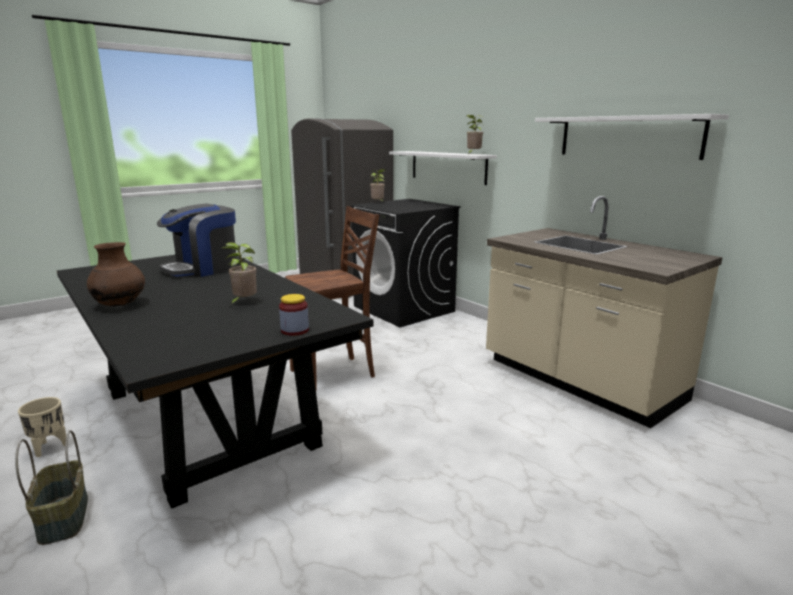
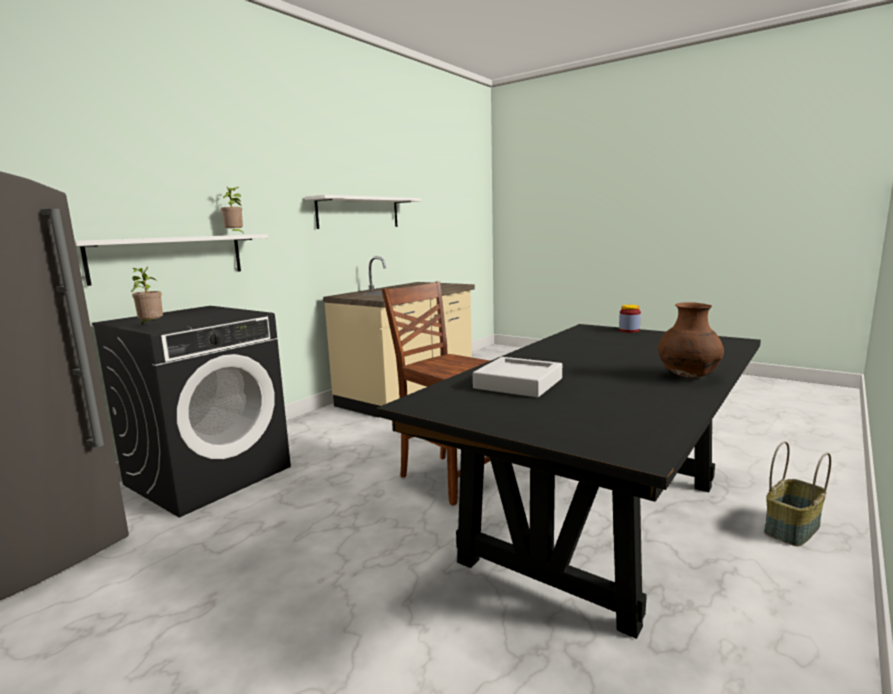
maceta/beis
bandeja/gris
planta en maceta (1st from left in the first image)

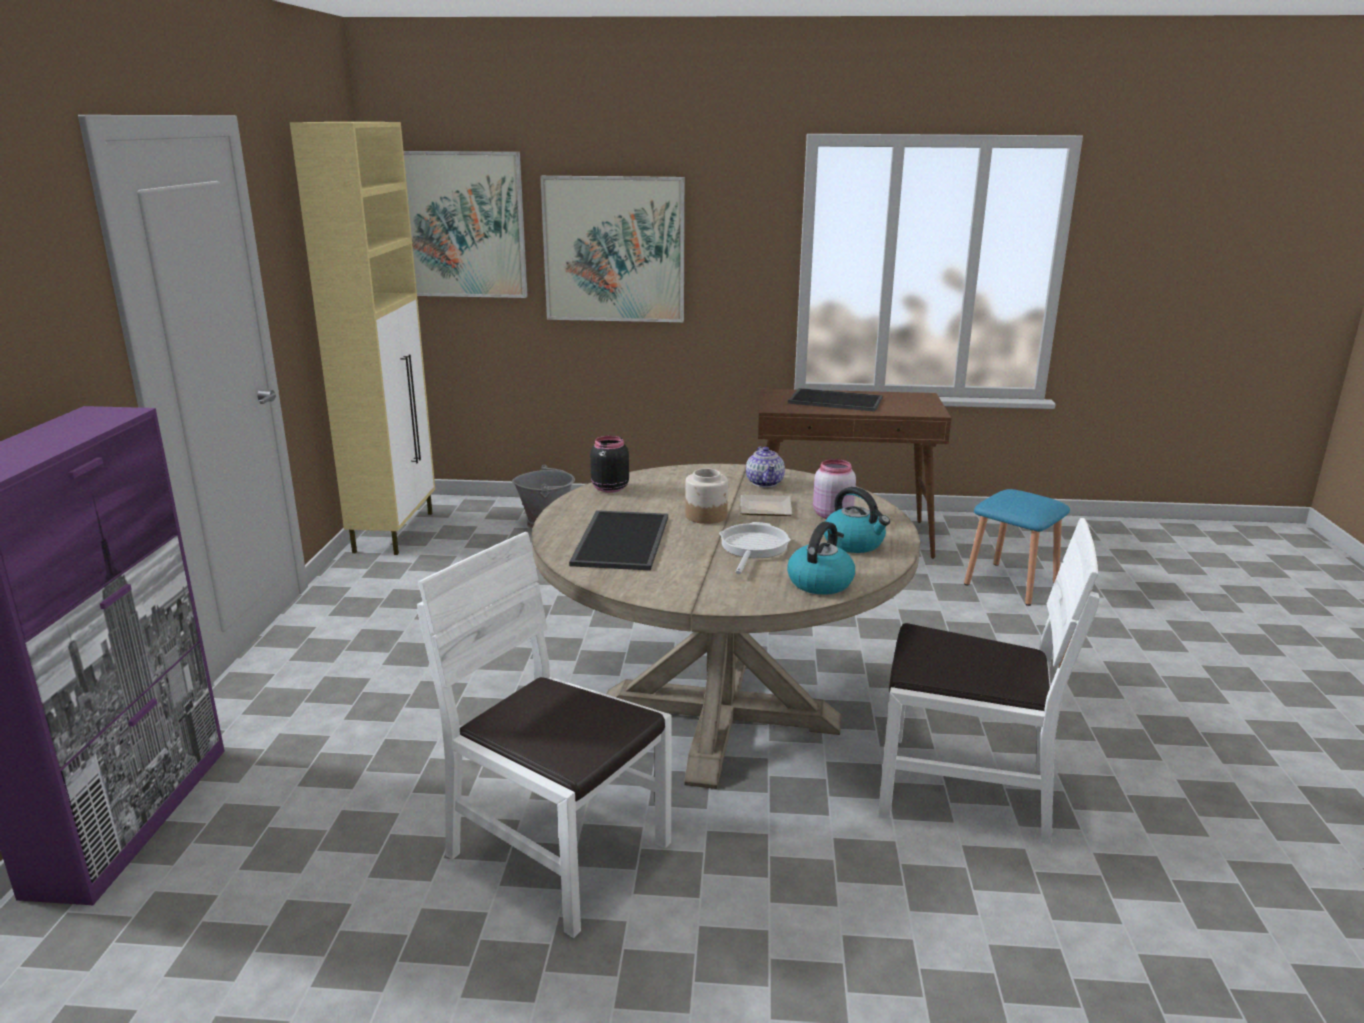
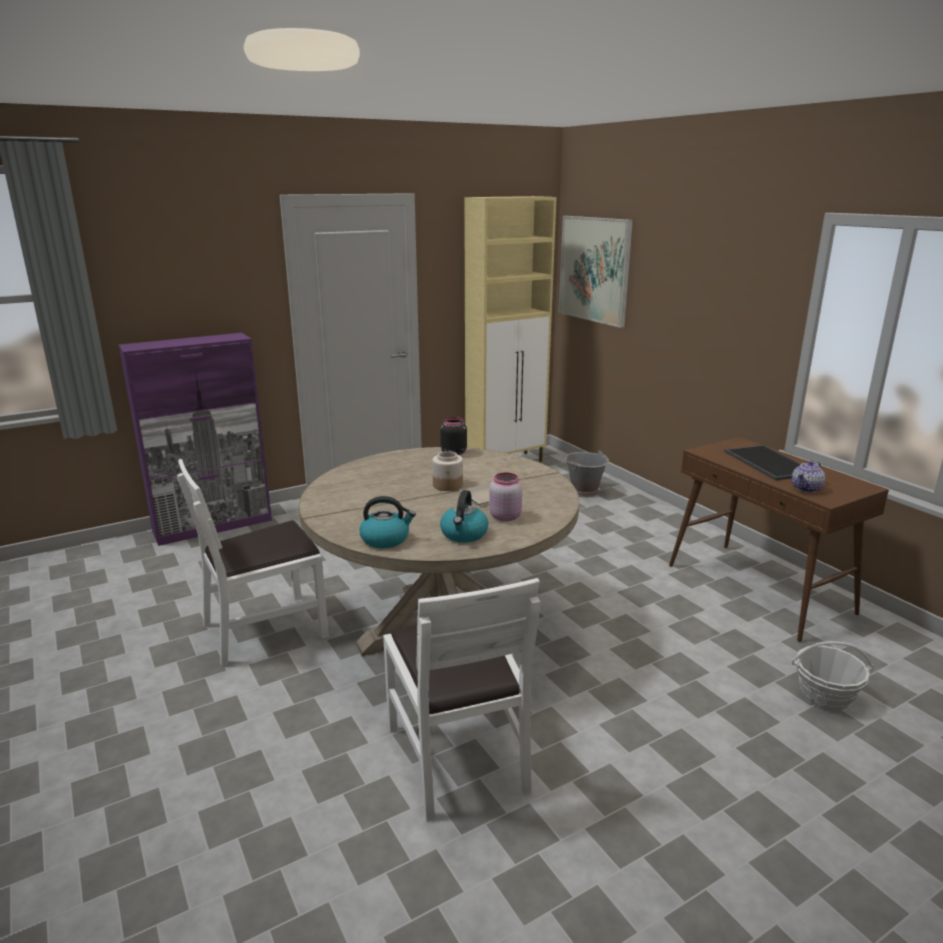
silla/blanco (1st from left)
cuadro (2nd from left in the first image)
bandeja (1st from left in the first image)
sartén
tetera
cesta

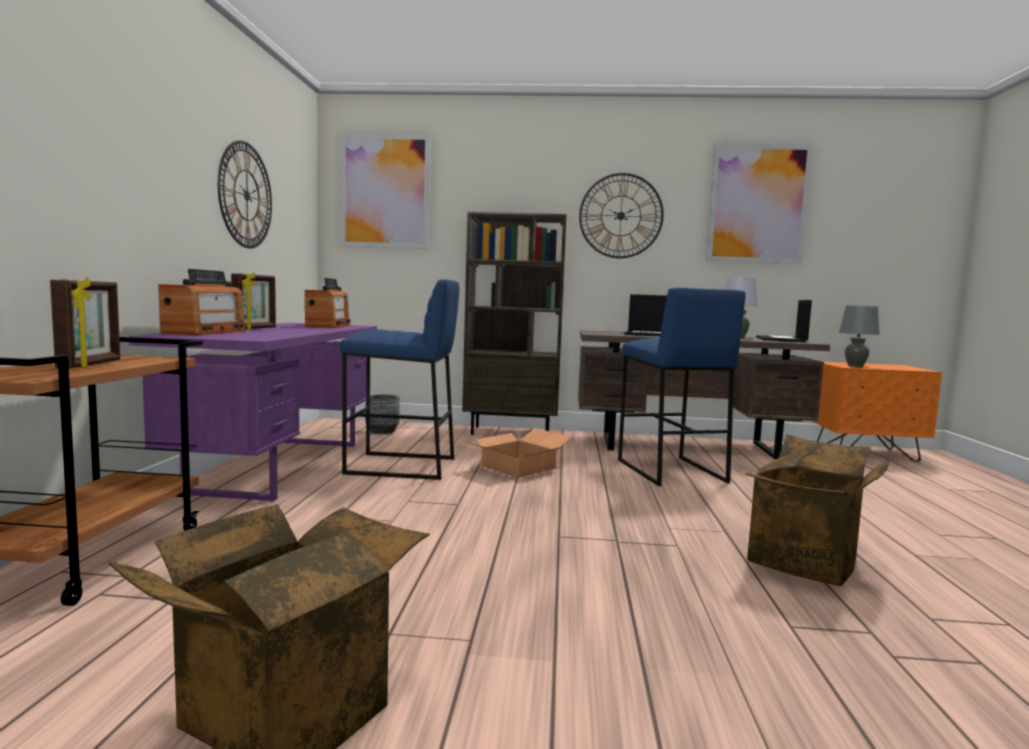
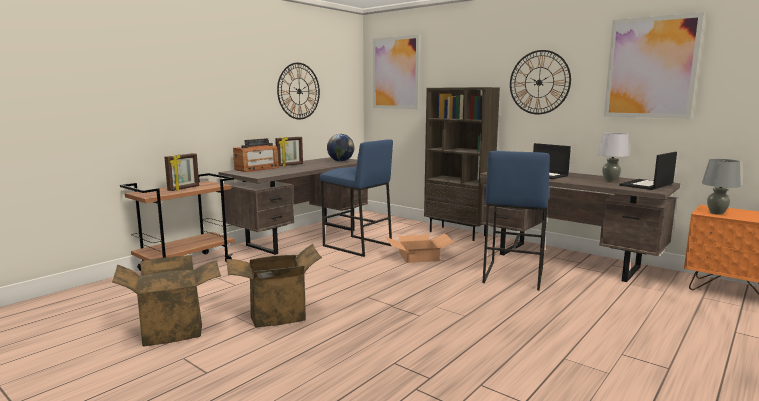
escritorio/marrón (1st from left)
globo terráqueo
maceta/gris
caja de cartón (2nd from left)

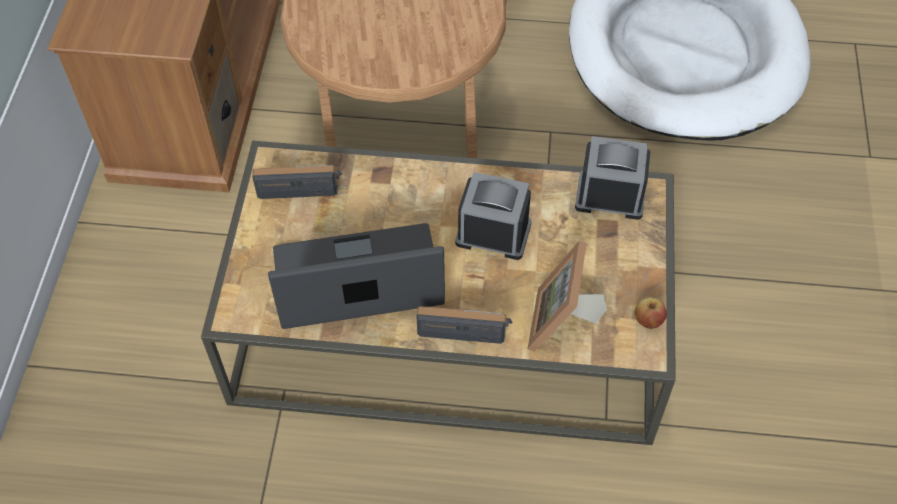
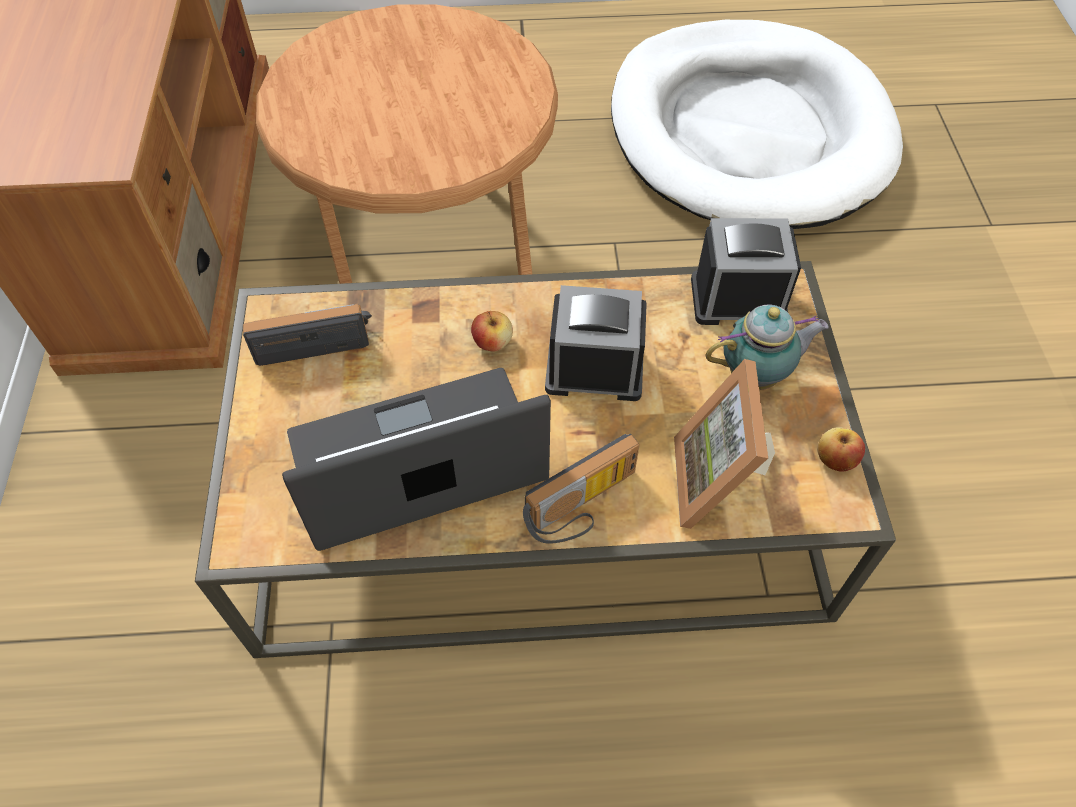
radio (2nd from left)
manzana (1st from left)
tetera

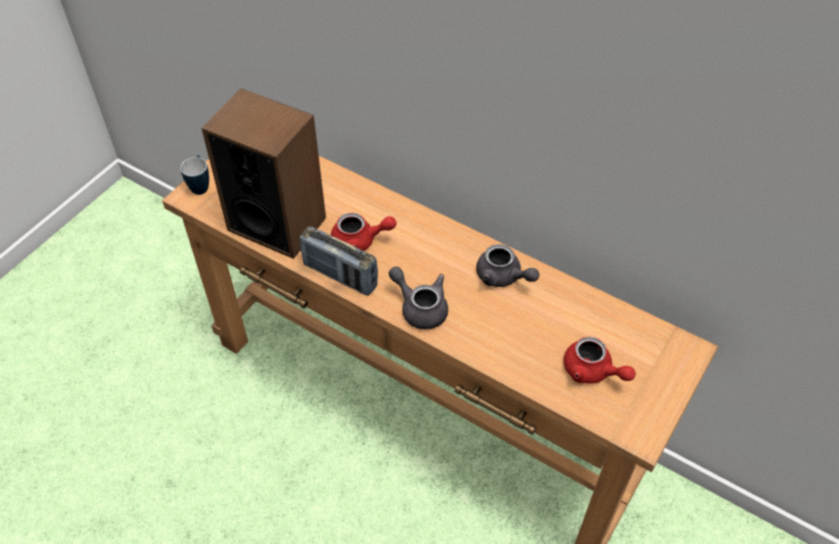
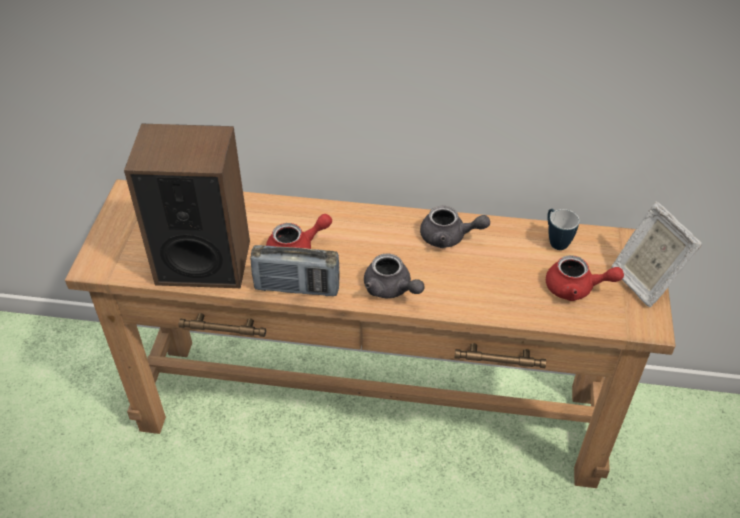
taza grande
tetera/gris (1st from left)
portarretratos

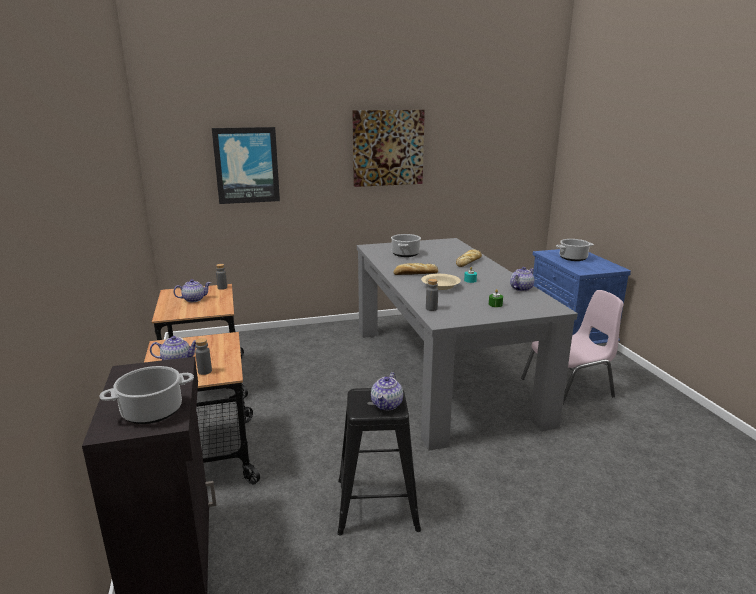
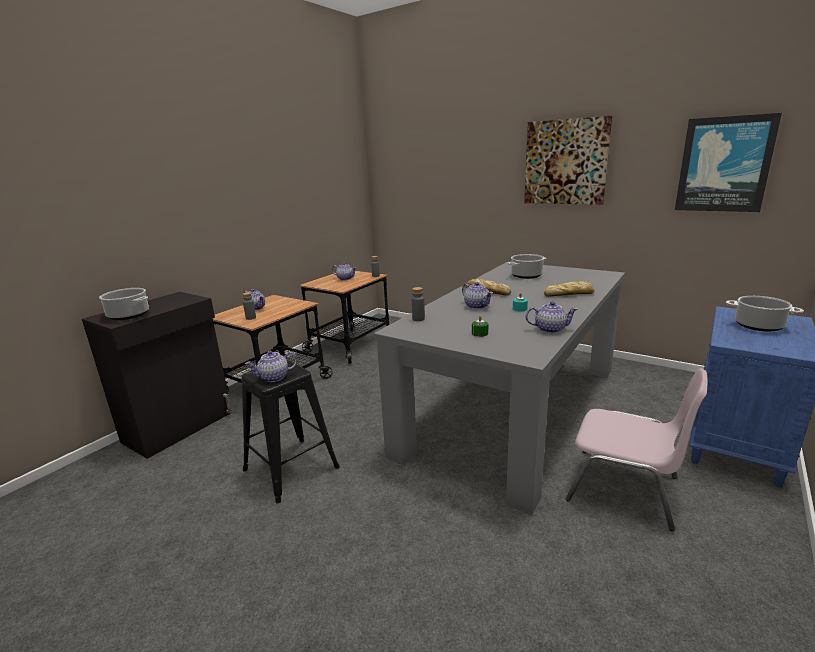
cuadro (2nd from left)
tetera (4th from left)

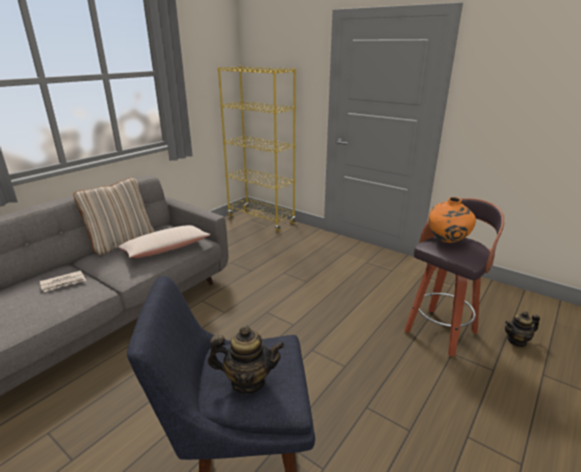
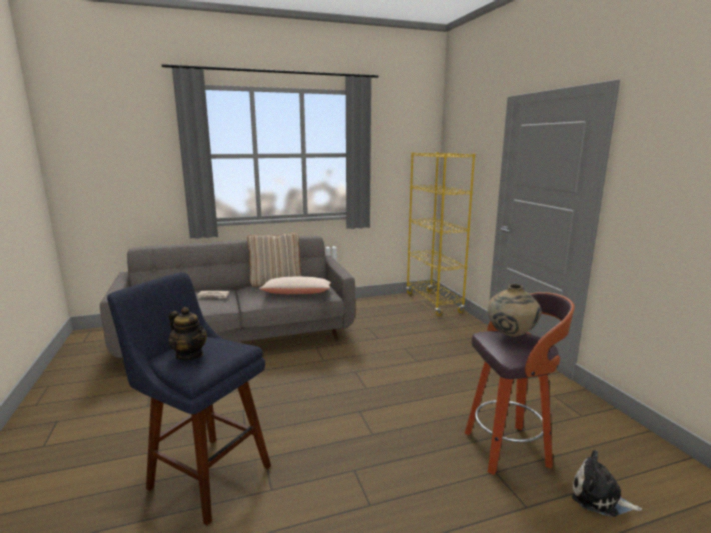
florero/beis
peluche

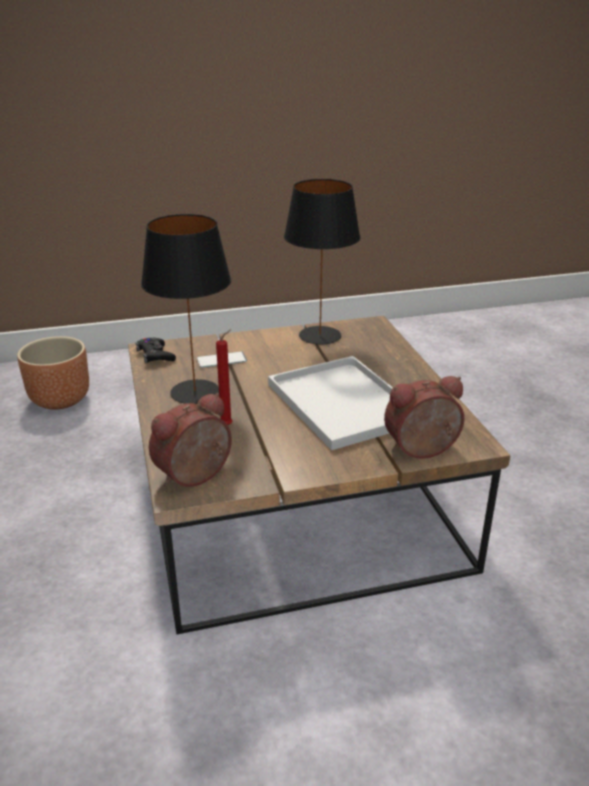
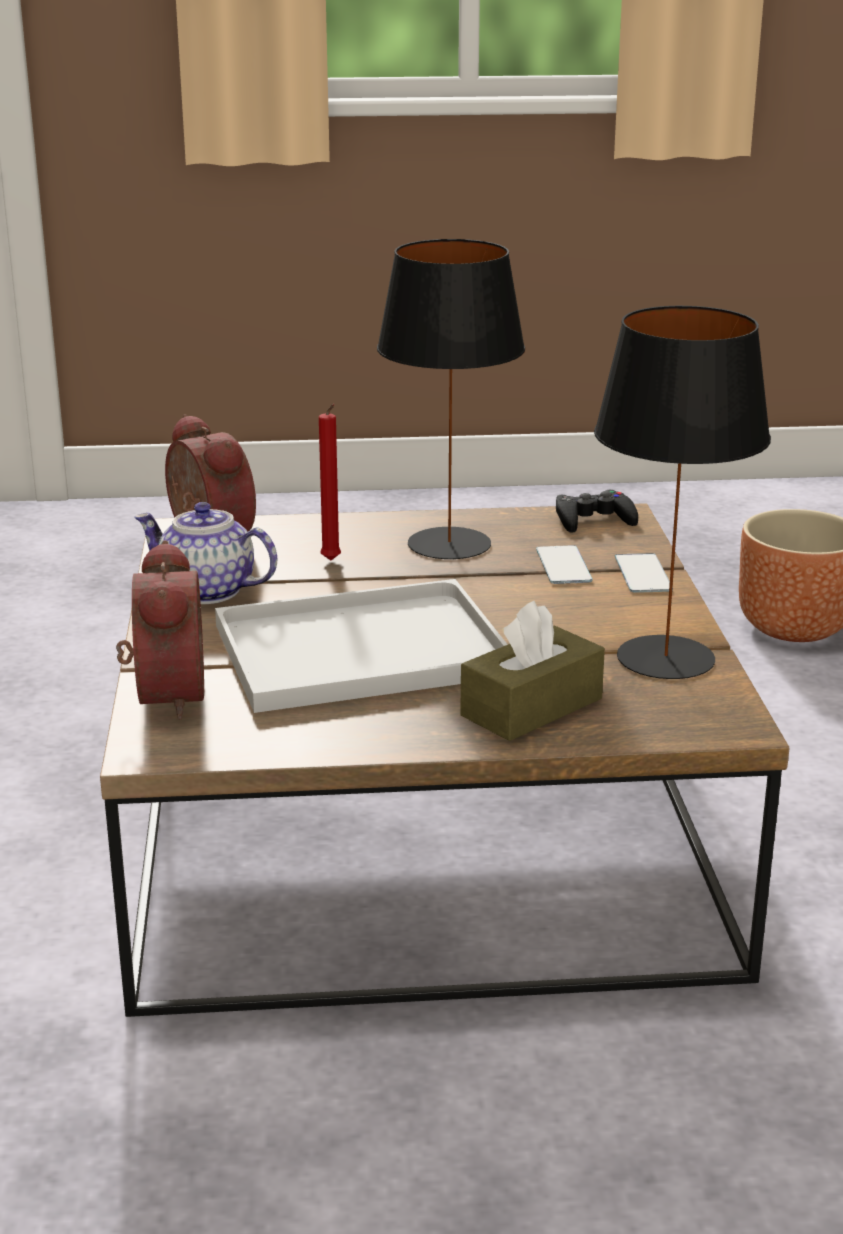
tetera
caja de pañuelos/marrón
móvil (2nd from left)

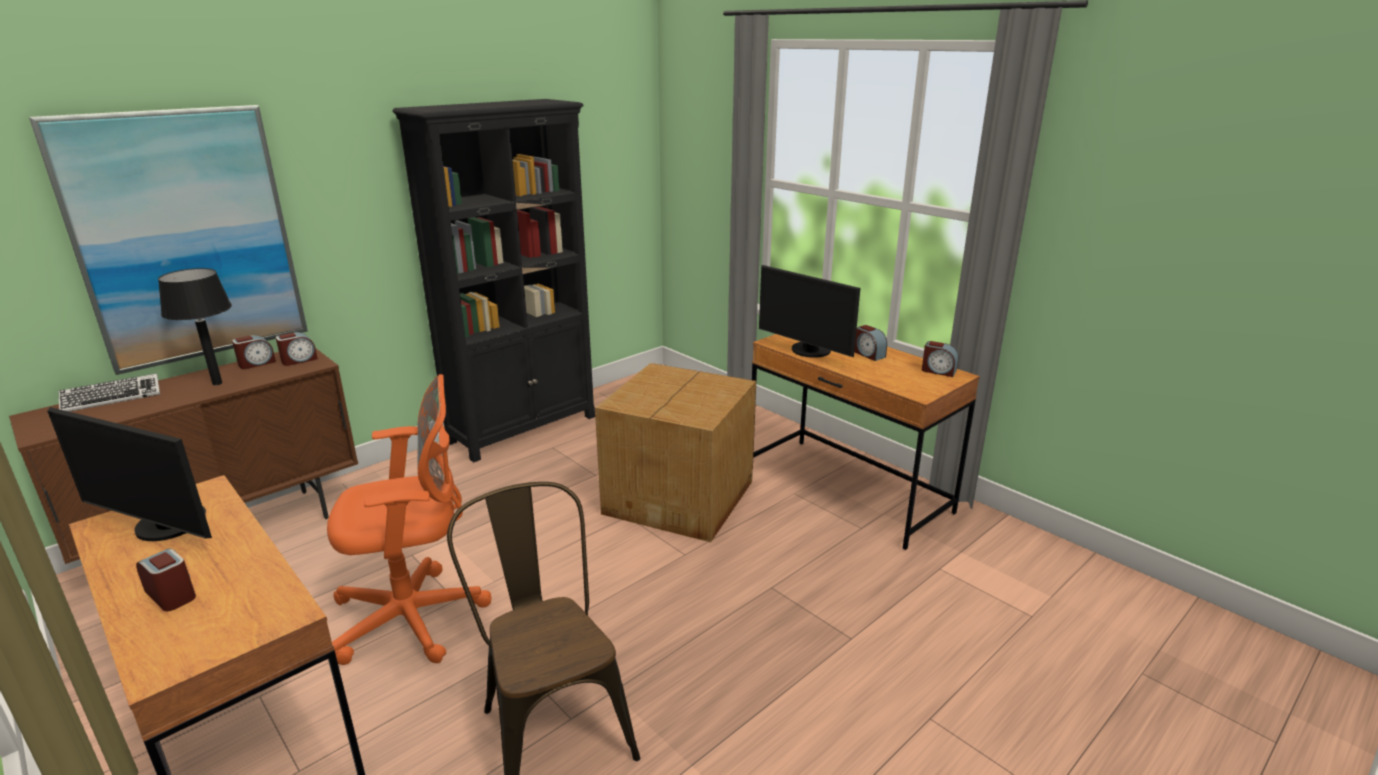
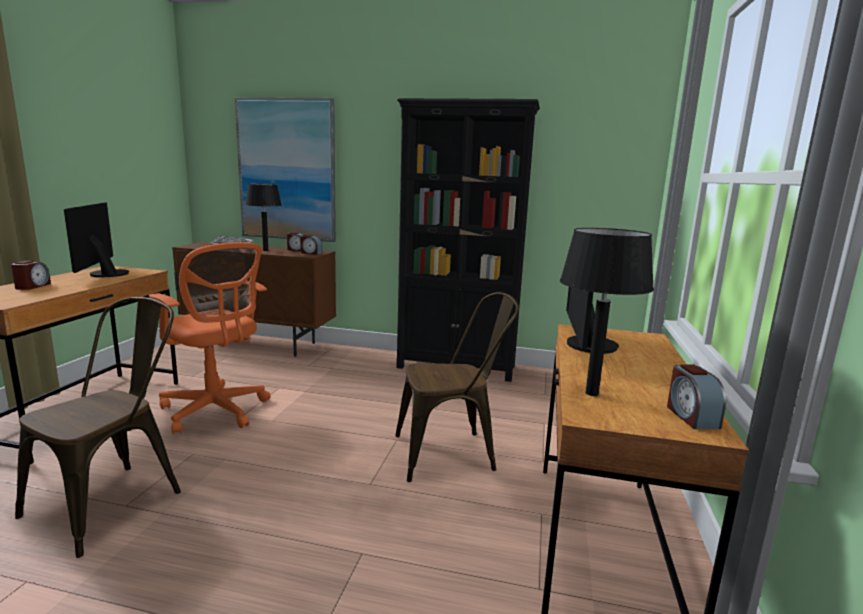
silla/marrón (2nd from left)
despertador (4th from left in the first image)
lámpara de mesa/negro (2nd from left)

